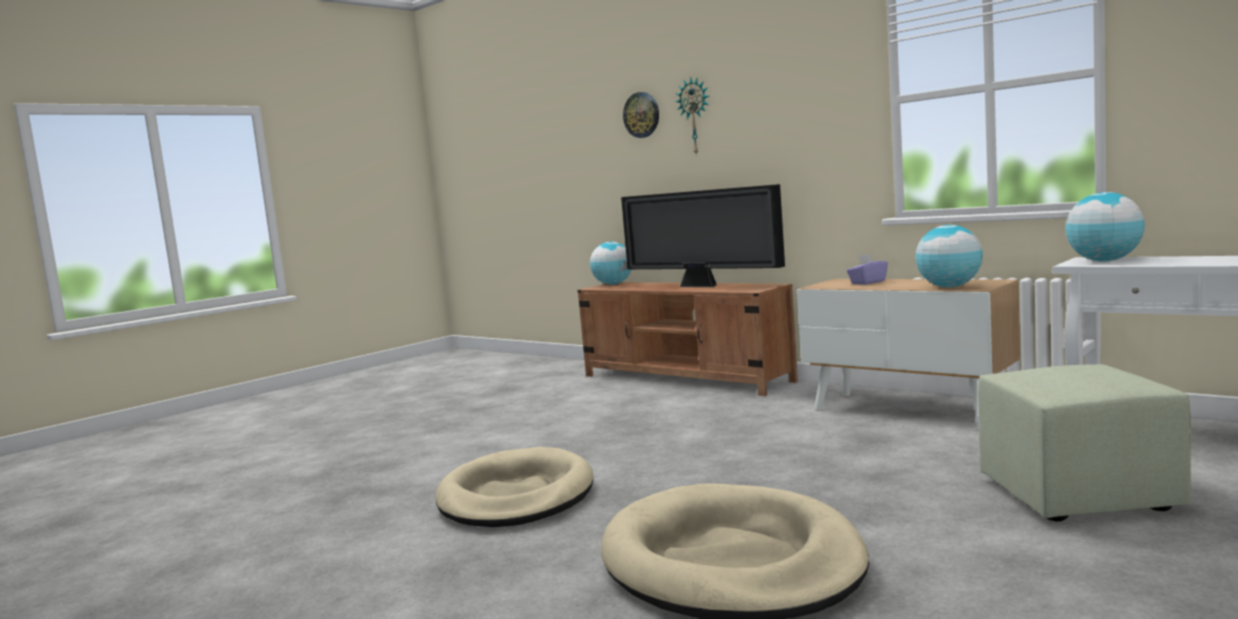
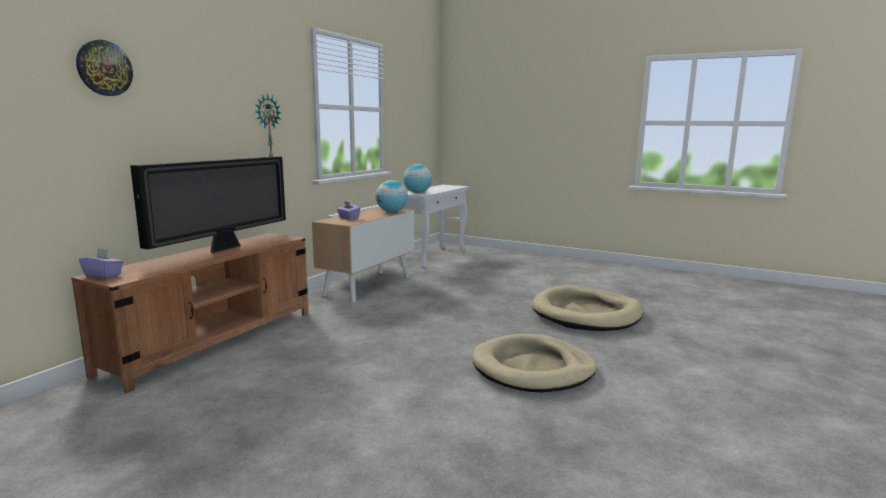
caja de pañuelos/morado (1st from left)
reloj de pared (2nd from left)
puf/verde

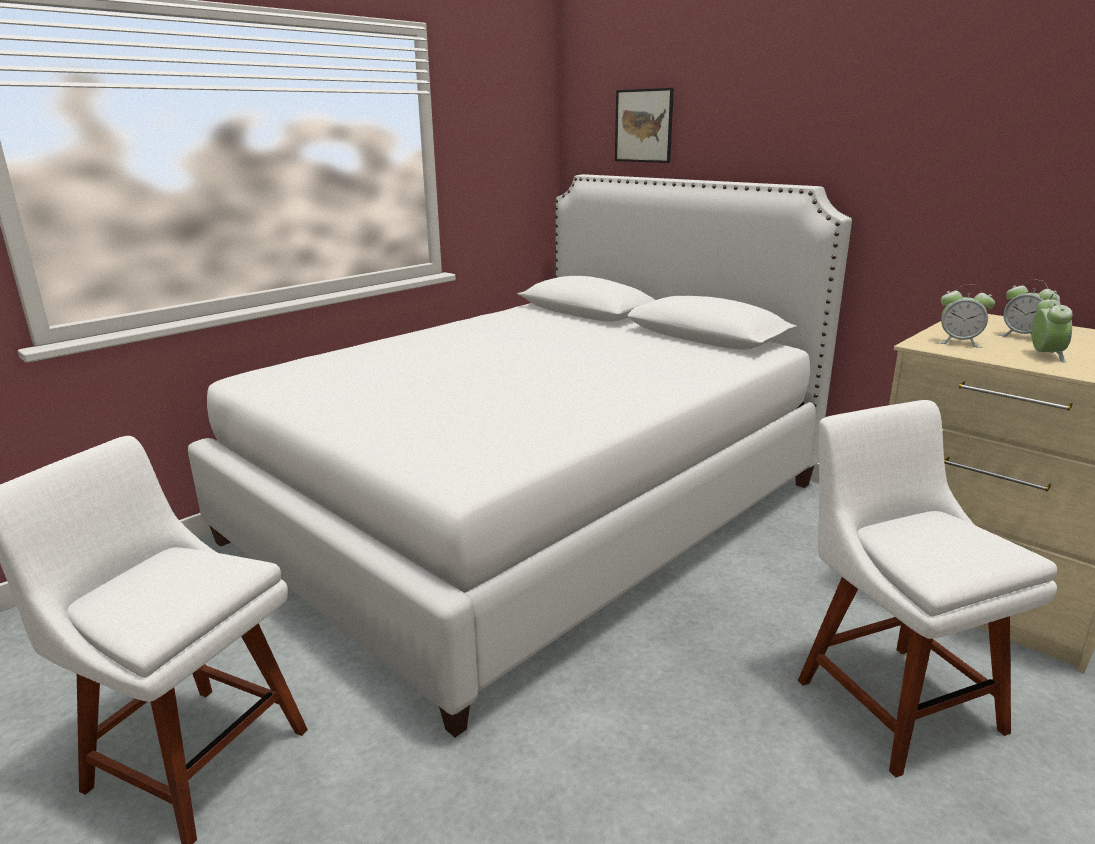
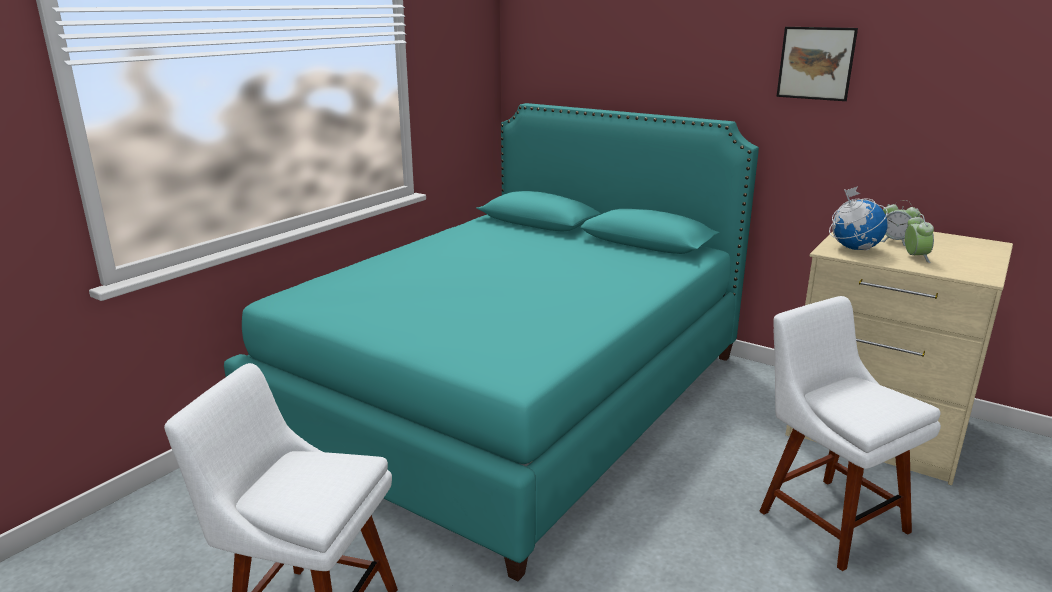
cama/turquesa
cuadro
globo terráqueo

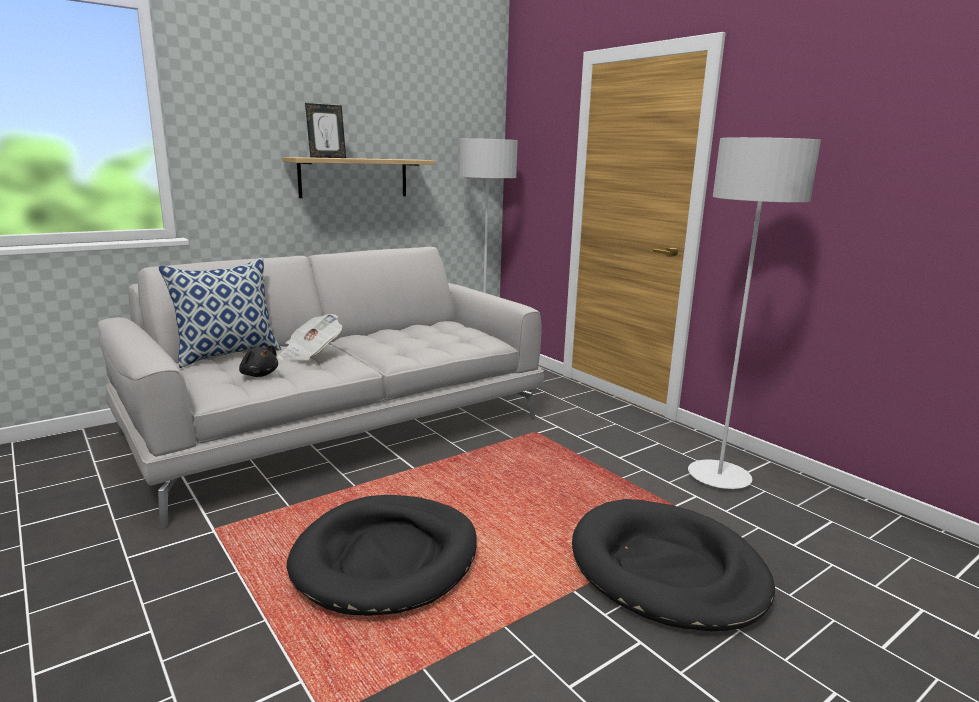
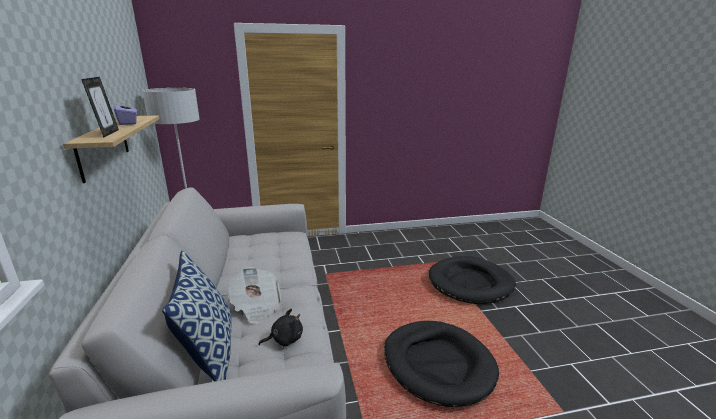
lámpara de pie/gris (2nd from left in the first image)
caja de pañuelos/morado

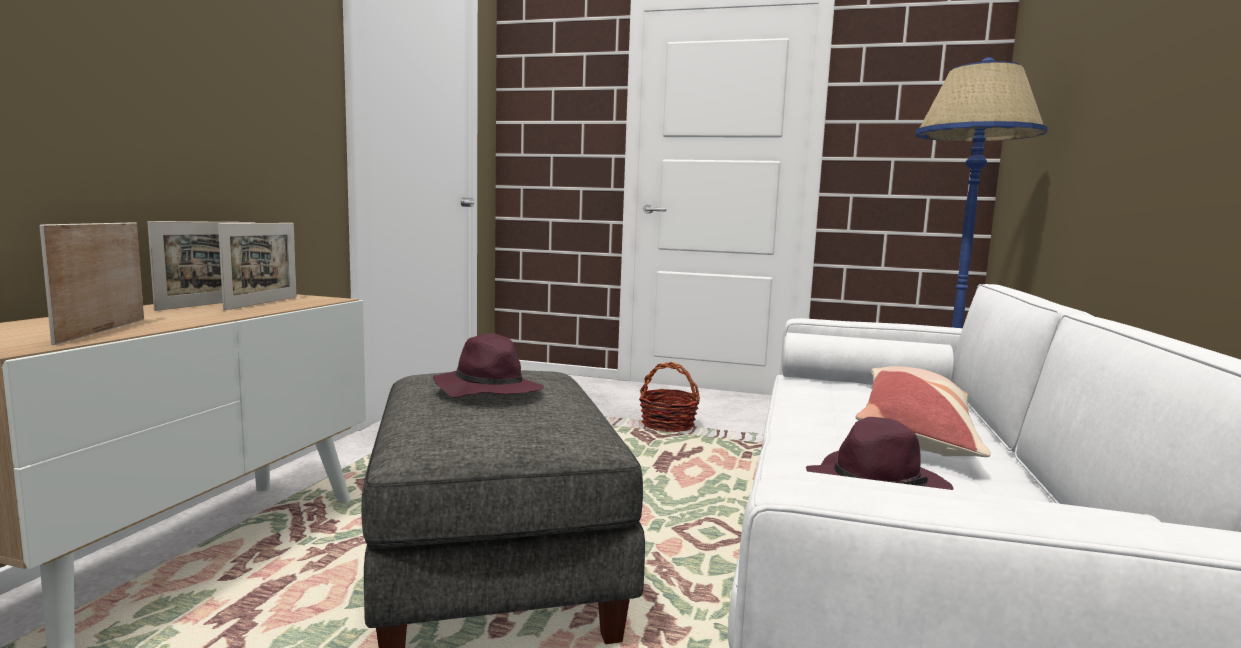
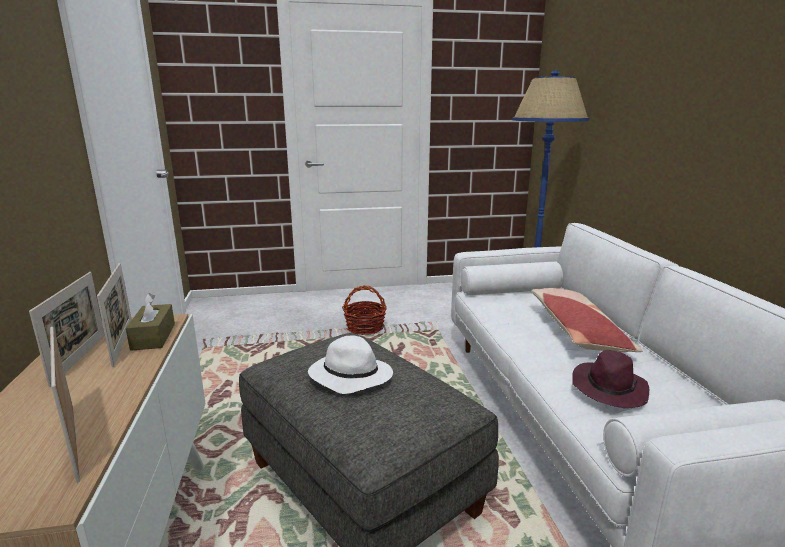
sombrero/blanco
caja de pañuelos/marrón

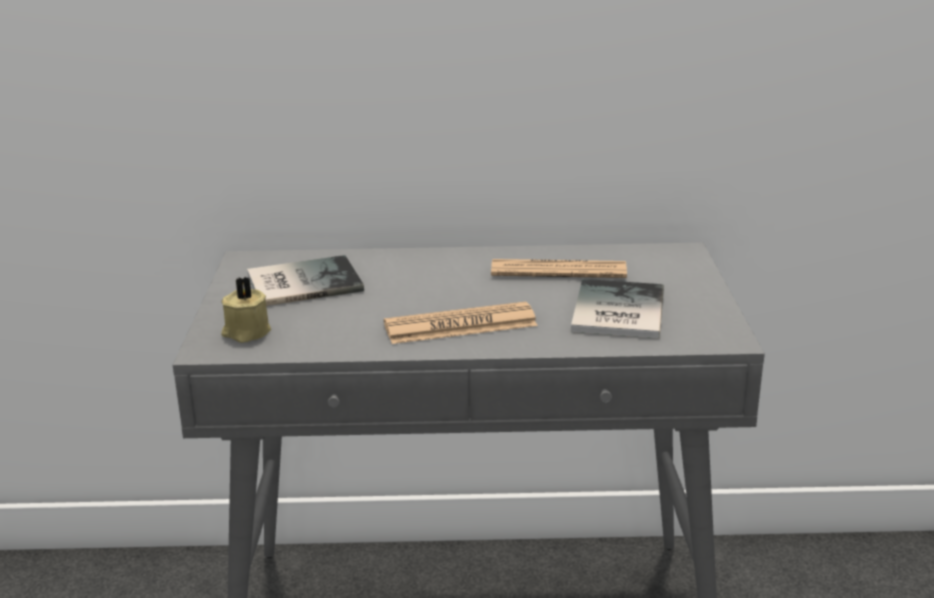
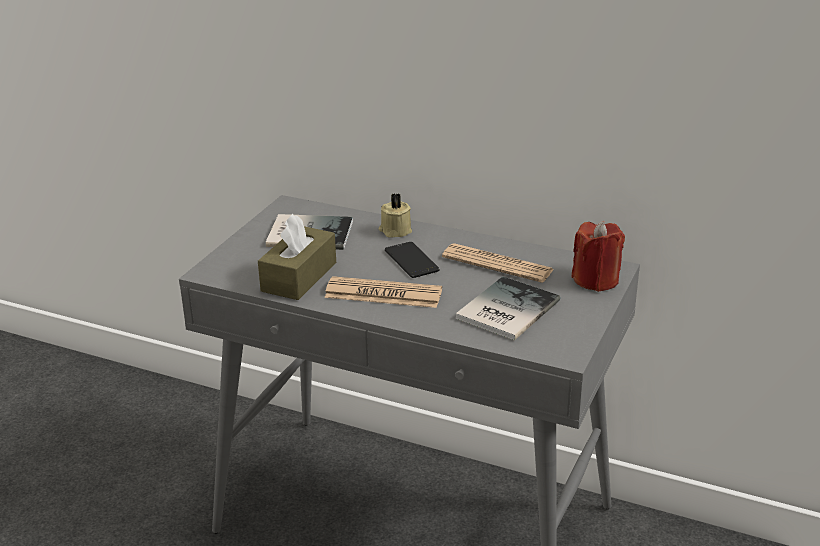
vela/beis
caja de pañuelos/marrón
móvil
vela/rojo

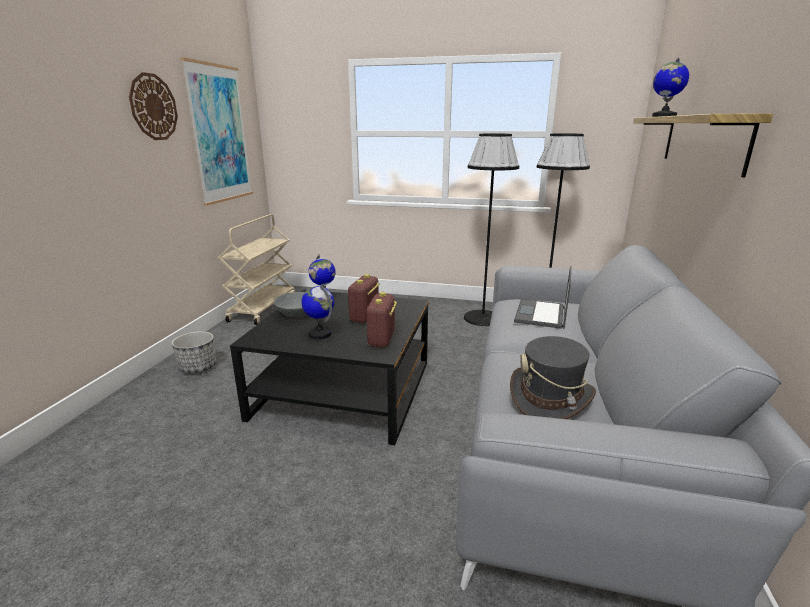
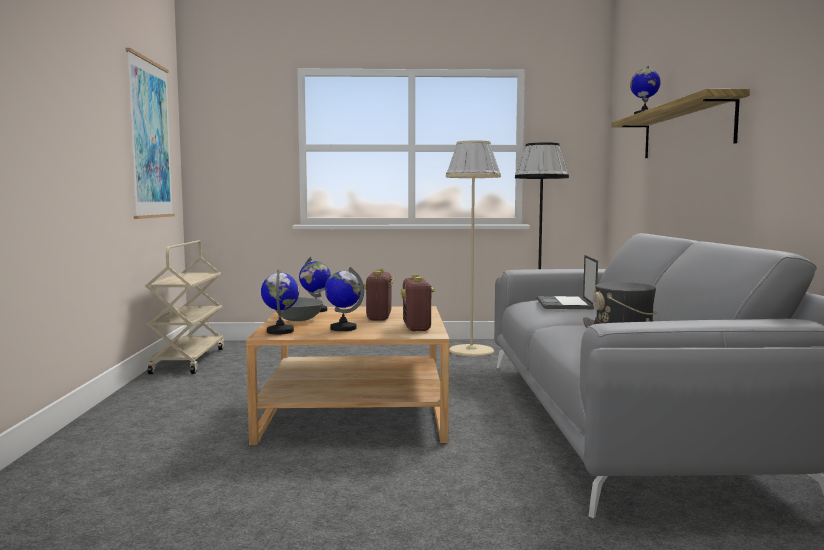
reloj de pared
maceta
mesa de centro/beis
lámpara de pie/beis
globo terráqueo (1st from left)

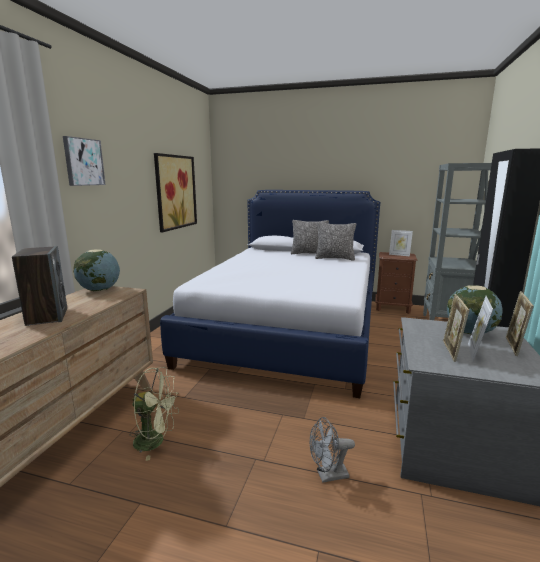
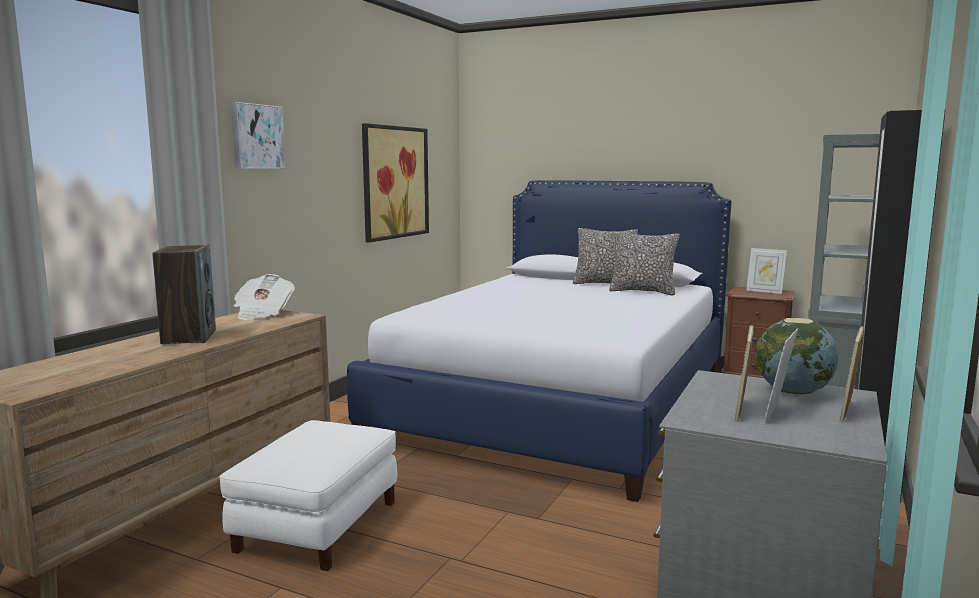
periódico
puf/blanco
ventilador/gris

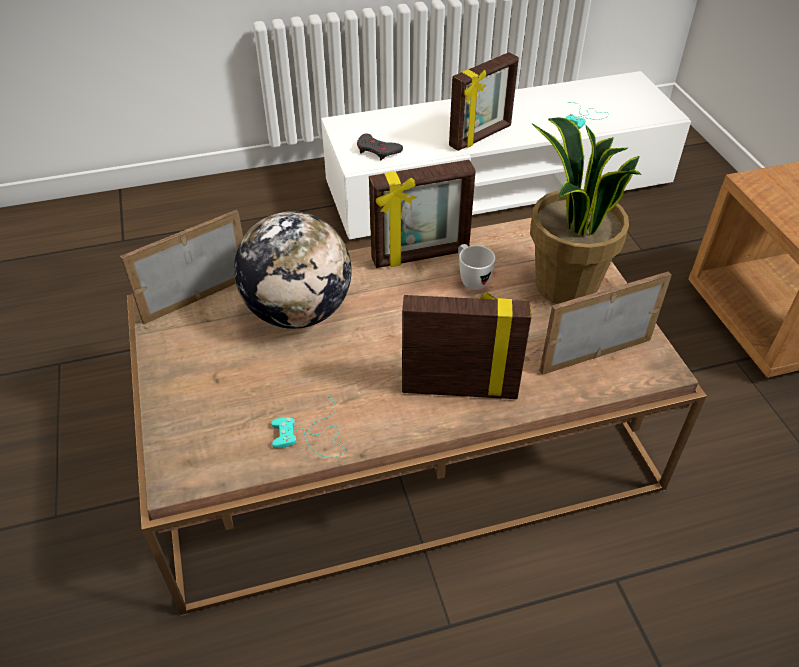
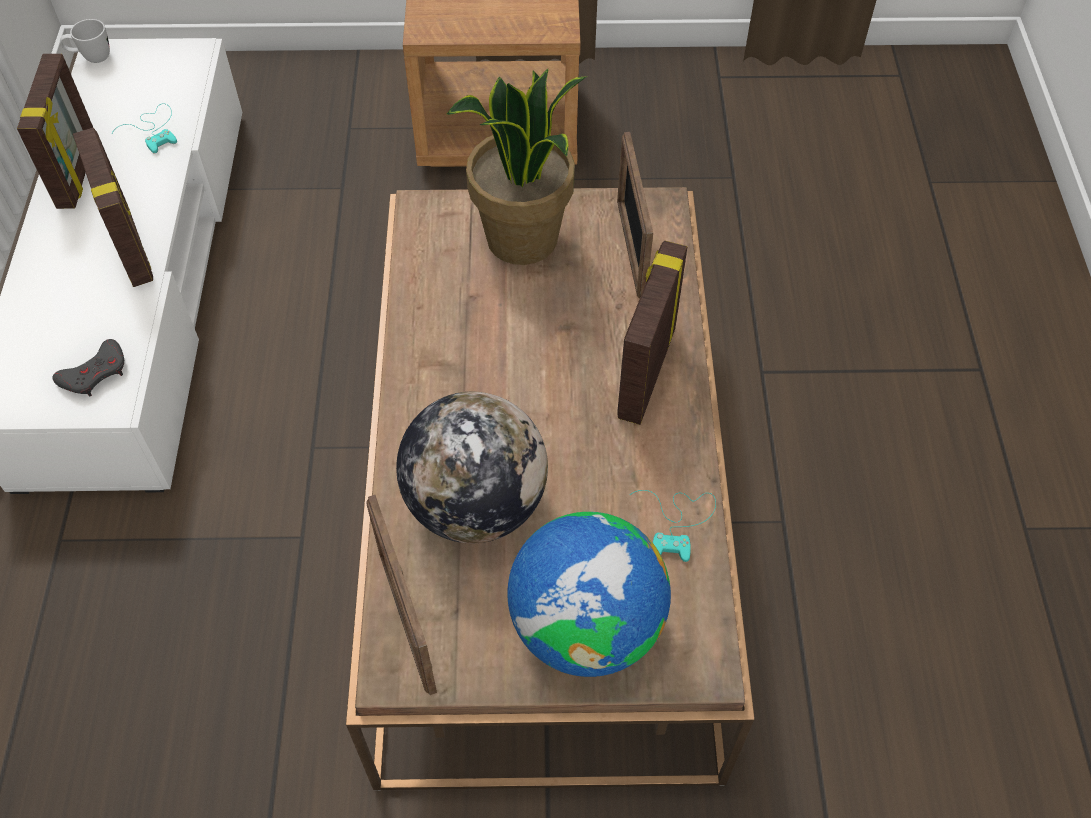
portarretratos (1st from left)
taza grande/blanco
globo terráqueo (2nd from left)

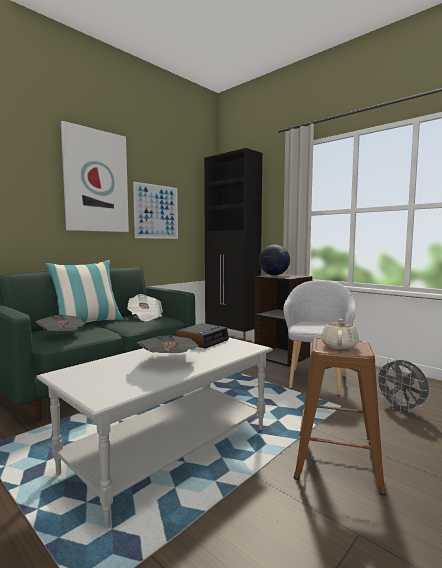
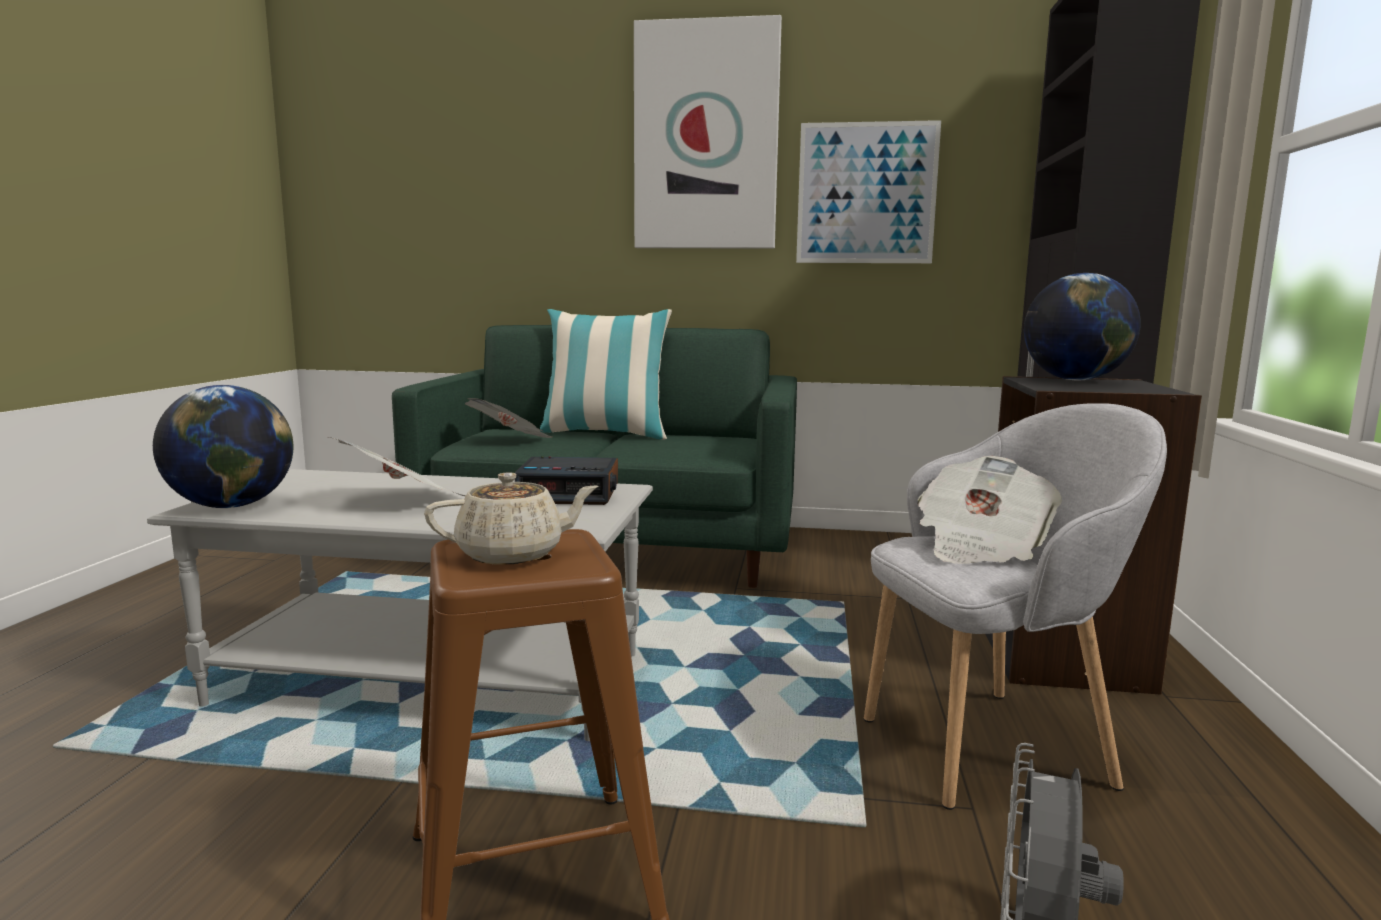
periódico (3rd from left)
globo terráqueo (1st from left)

